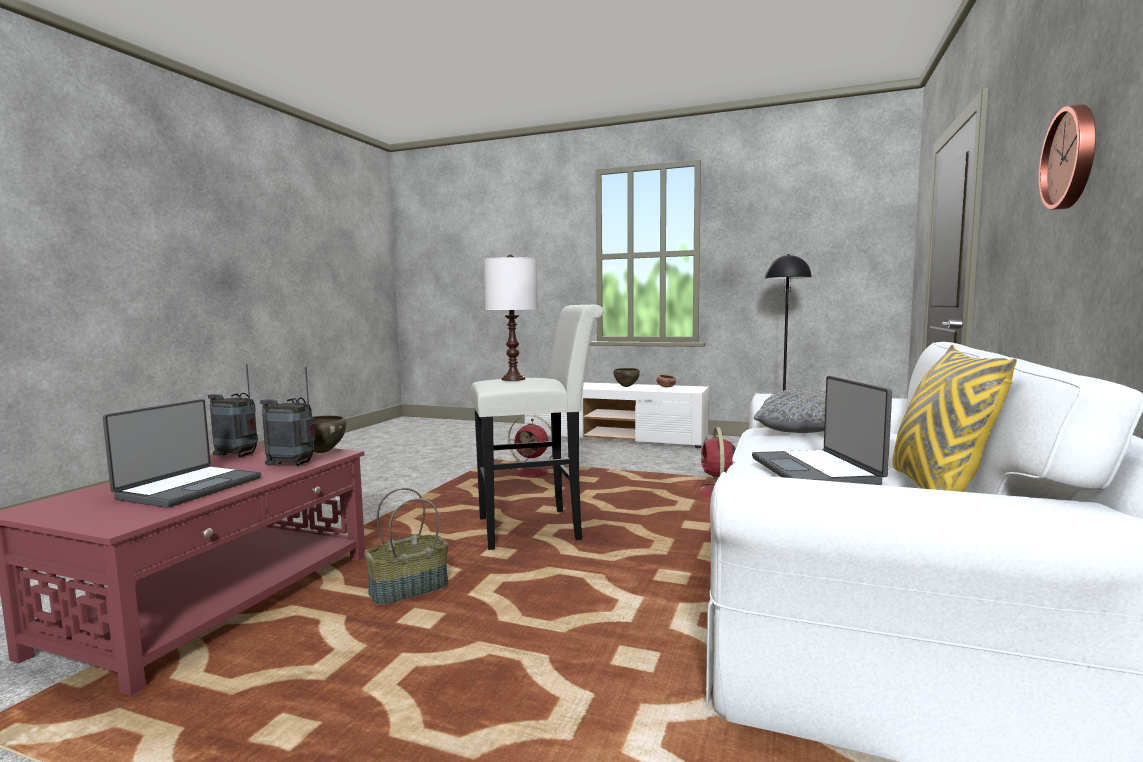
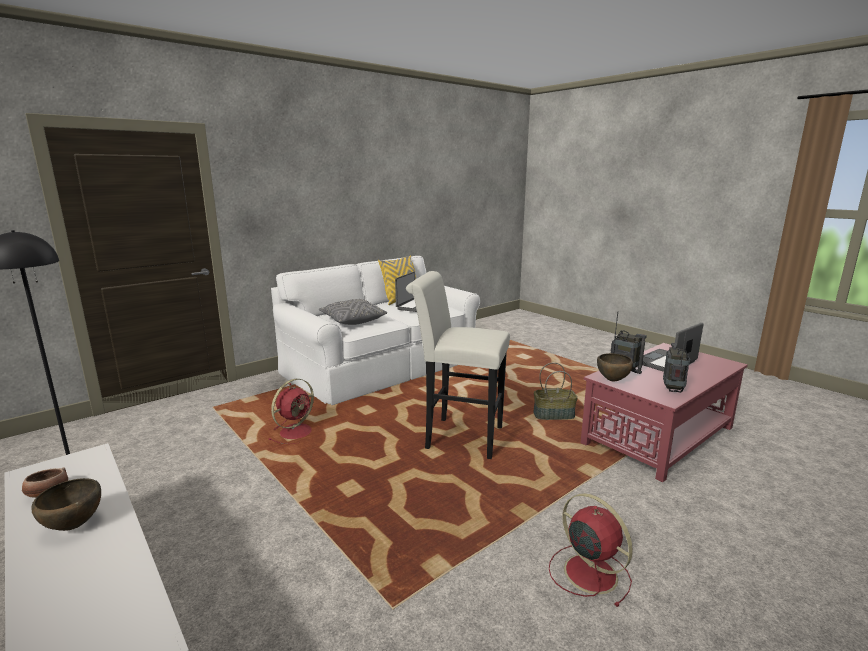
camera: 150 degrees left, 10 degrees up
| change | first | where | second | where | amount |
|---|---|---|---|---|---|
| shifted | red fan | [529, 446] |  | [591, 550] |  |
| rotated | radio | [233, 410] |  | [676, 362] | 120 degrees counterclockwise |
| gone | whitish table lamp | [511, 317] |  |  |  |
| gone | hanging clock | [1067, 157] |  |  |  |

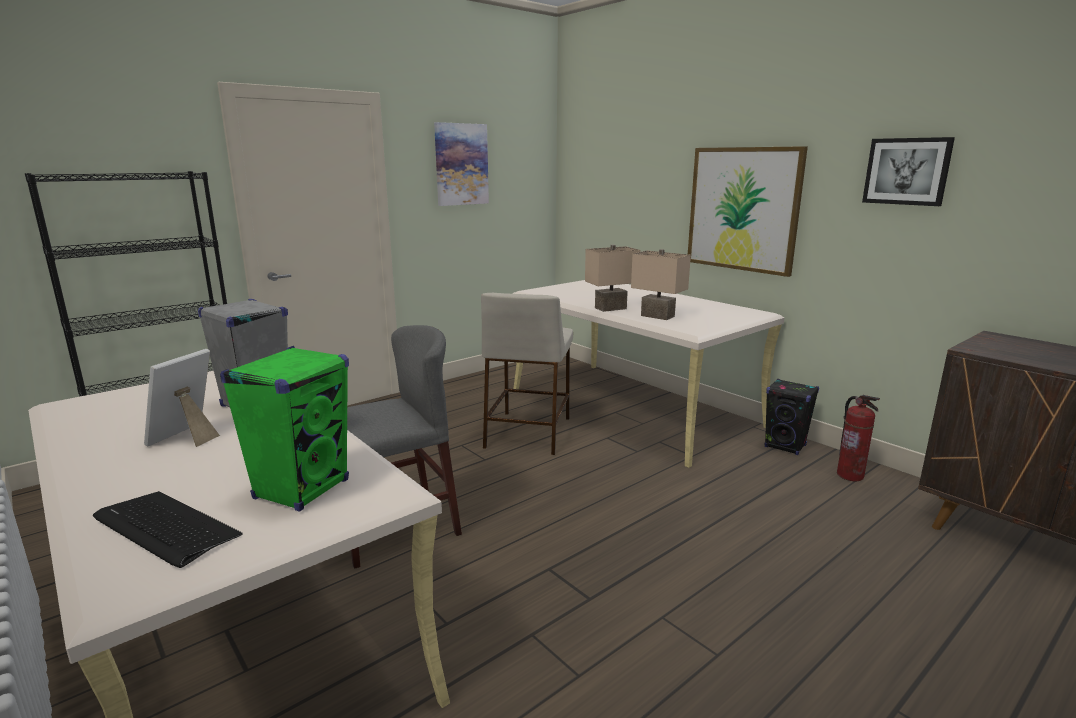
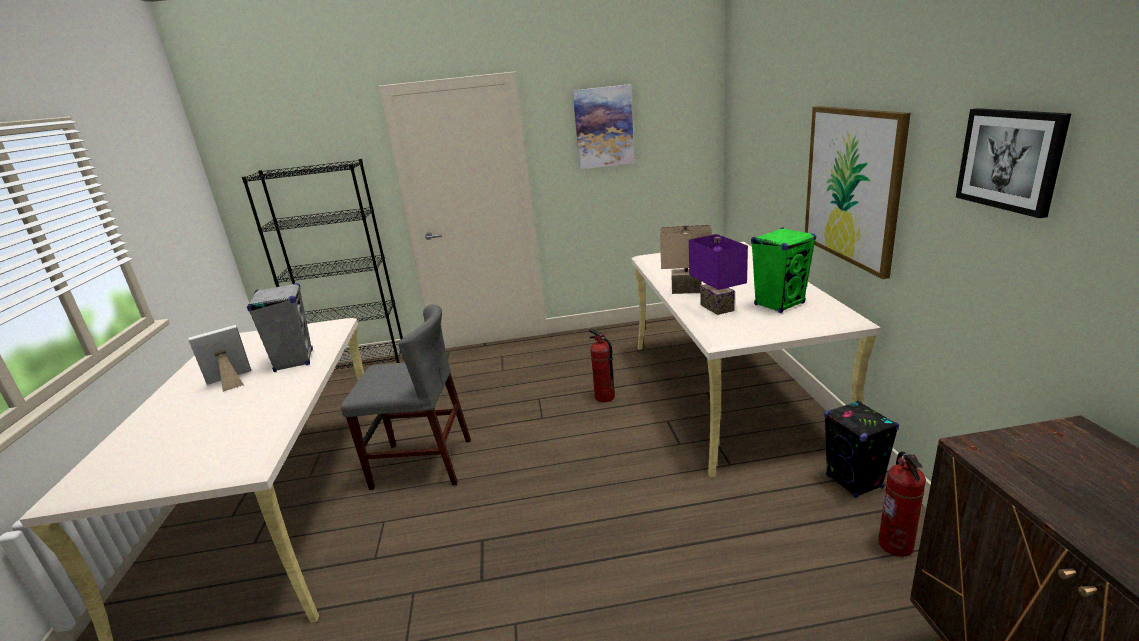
camera: 35 degrees right, 5 degrees up
| change | first | where | second | where | amount |
|---|---|---|---|---|---|
| swapped | beige-coloured sitting stool | [527, 374] | fire extinguisher | [602, 365] |  |
| repainted | beige-coloured table lamp | [661, 284] | purple table lamp | [718, 274] |  |
| shifted | green-coloured audio speaker | [284, 429] |  | [783, 270] |  |
| gone | PC keyboard | [168, 529] |  |  |  |

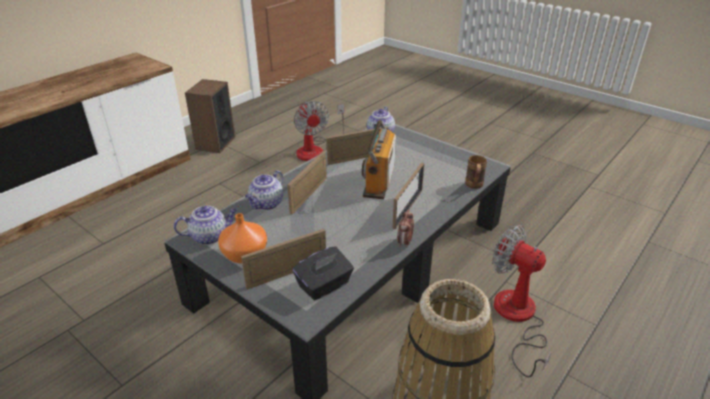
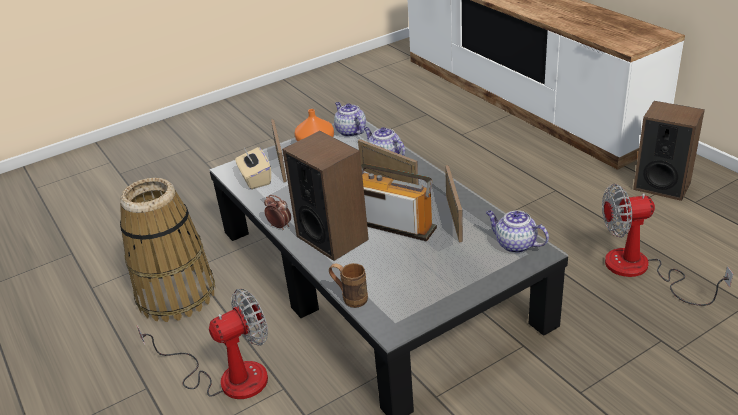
camera: 110 degrees right, 0 degrees up
| change | first | where | second | where | amount |
|---|---|---|---|---|---|
| repainted | black box of tissues | [323, 273] | beige-coloured box of tissues | [253, 168] |  |
| swapped | photo frame | [408, 196] | audio speaker | [325, 196] |  |
| rotated | pot for tea | [205, 225] |  | [350, 119] | 150 degrees clockwise |

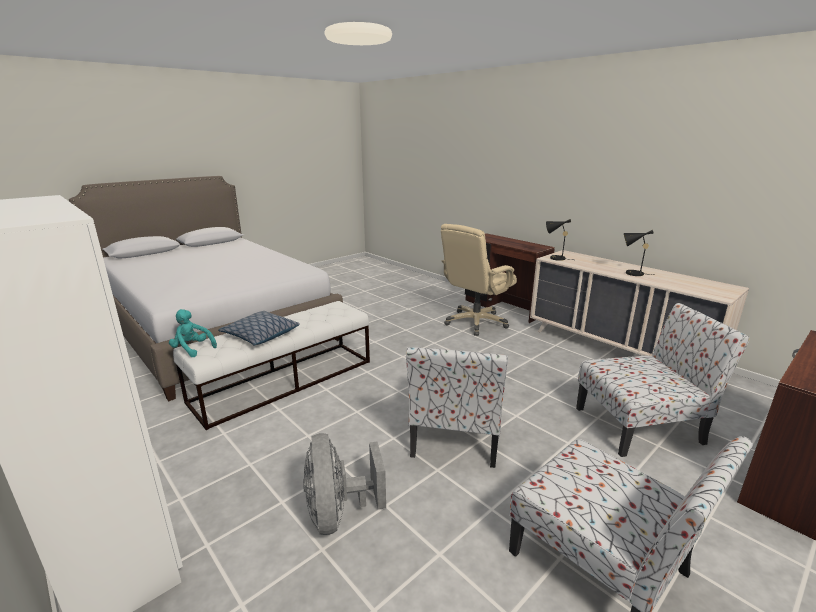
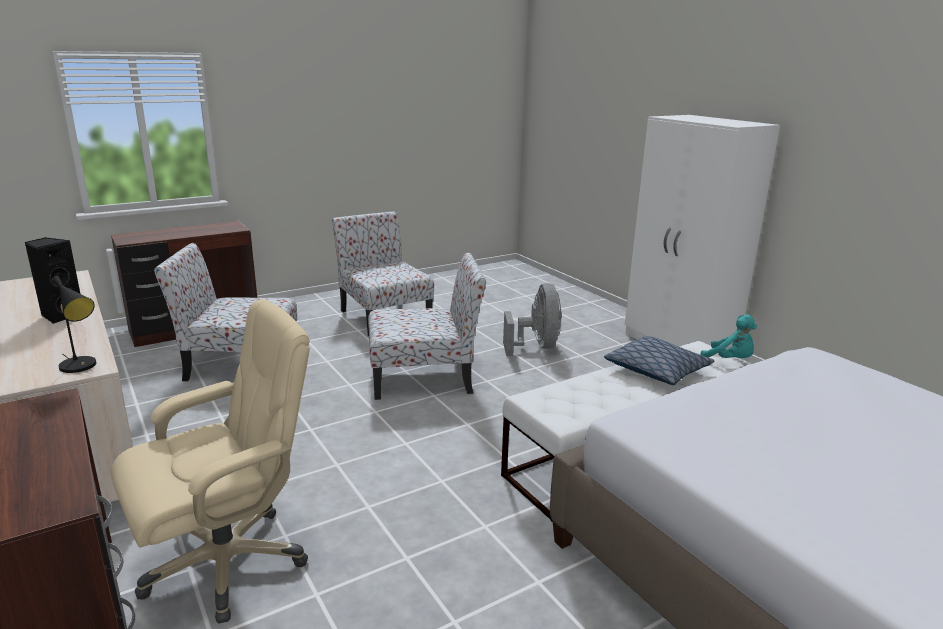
camera: 170 degrees left, 0 degrees up
| change | first | where | second | where | amount |
|---|---|---|---|---|---|
| swapped | black table lamp | [638, 253] | black audio speaker | [52, 280] |  |
| rotated | upright chair | [457, 407] |  | [427, 326] | 60 degrees clockwise |

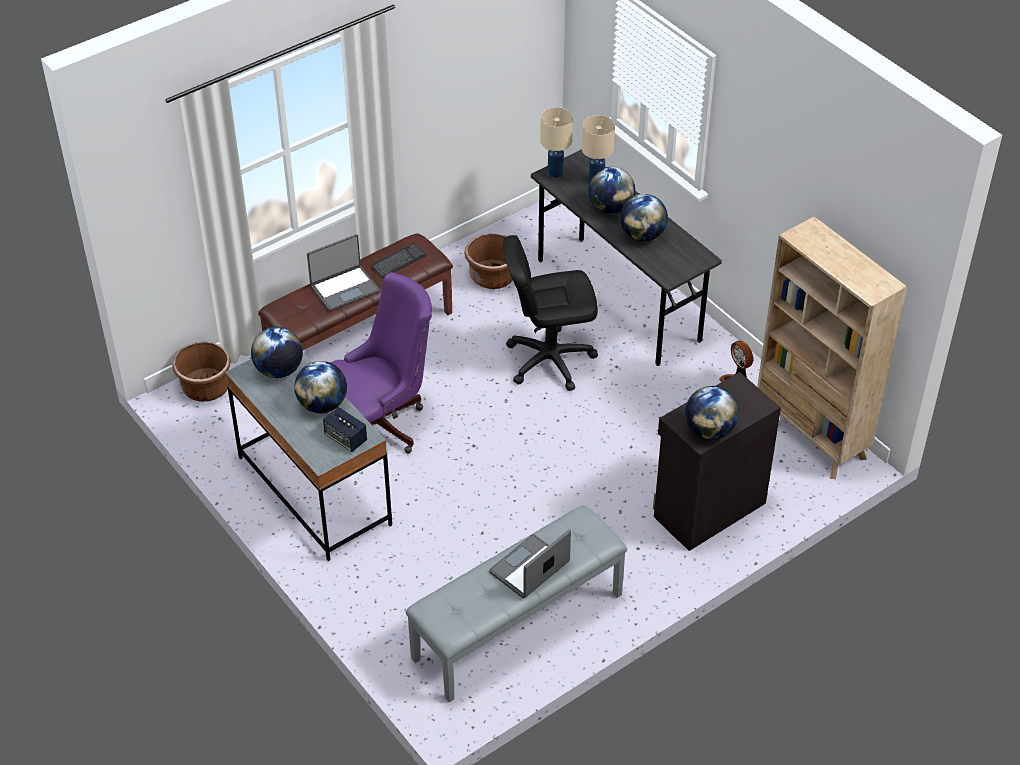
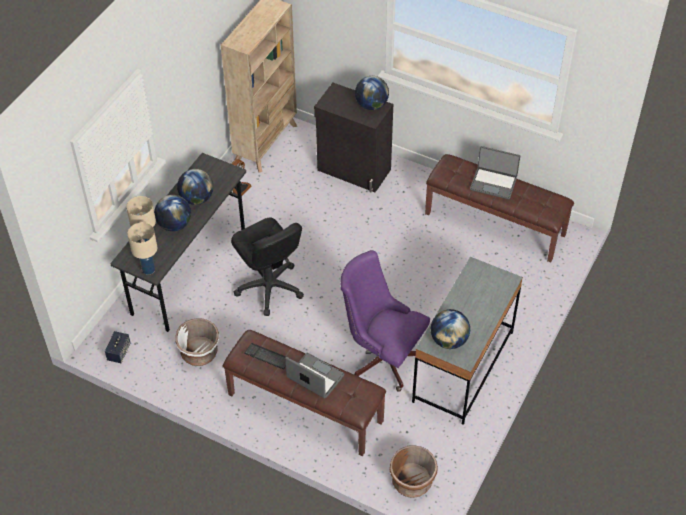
camera: 115 degrees left, 5 degrees up
| change | first | where | second | where | amount |
|---|---|---|---|---|---|
| shifted | audio speaker | [345, 429] |  | [118, 347] |  |
| repainted | brown-coloured planter | [488, 261] | whitish planter | [197, 342] |  |
| repainted | grey long seat | [516, 603] | brown-coloured long seat | [499, 208] |  |
| gone | world globe | [320, 387] |  |  |  |

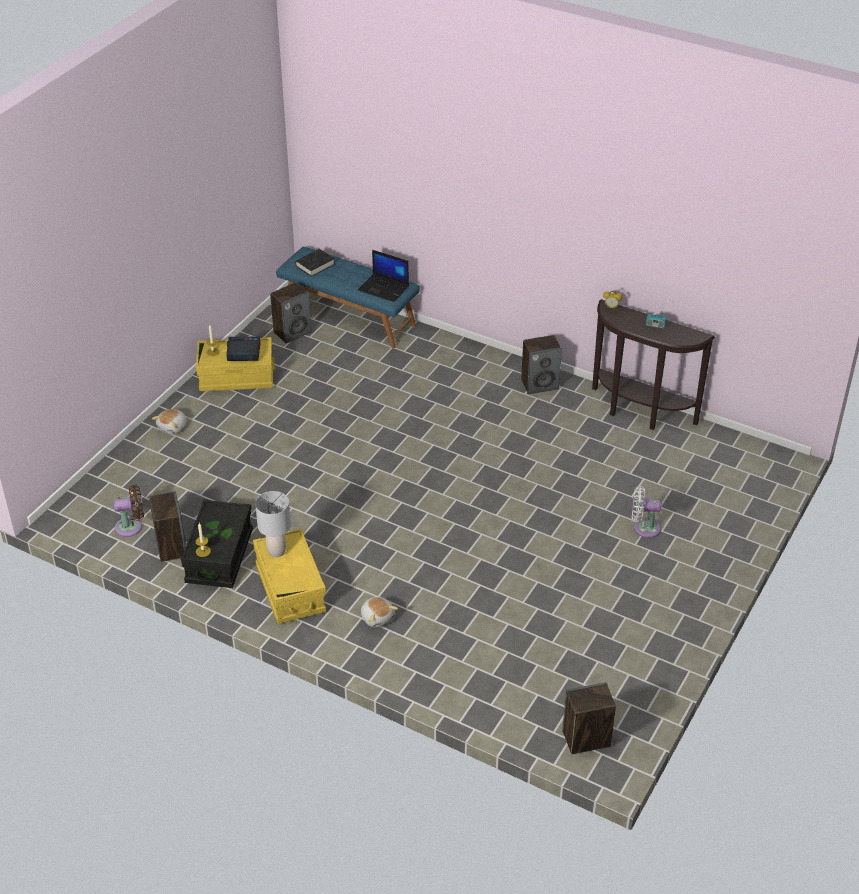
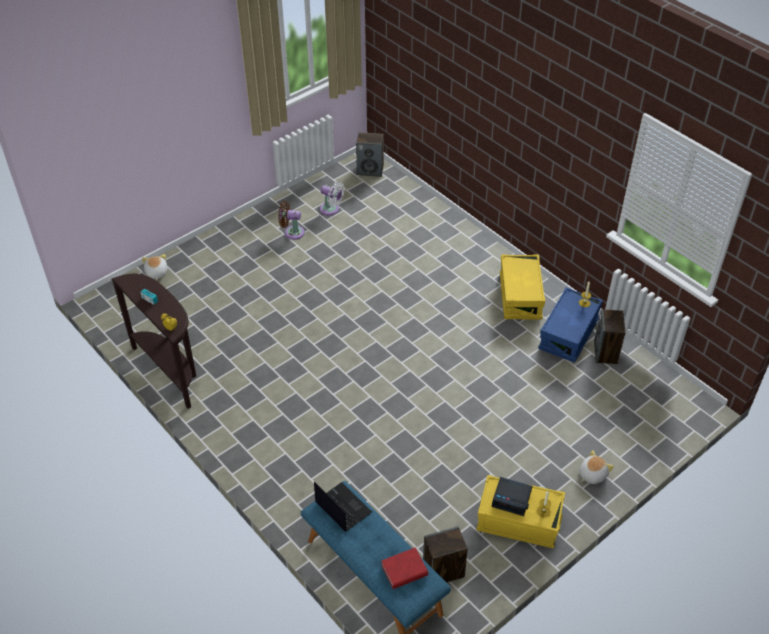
camera: 160 degrees left, 5 degrees up
| change | first | where | second | where | amount |
|---|---|---|---|---|---|
| shifted | soft toy | [379, 612] |  | [154, 267] |  |
| shifted | brown-coloured fan | [128, 510] |  | [291, 220] |  |
| shifted | whitish fan | [646, 512] |  | [332, 198] |  |
| repainted | black volume | [315, 263] | red volume | [404, 568] |  |
| repainted | black storage box | [217, 543] | blue storage box | [570, 325] |  |
| gone | grey table lamp | [273, 524] |  |  |  |
| gone | audio speaker | [541, 364] |  |  |  |

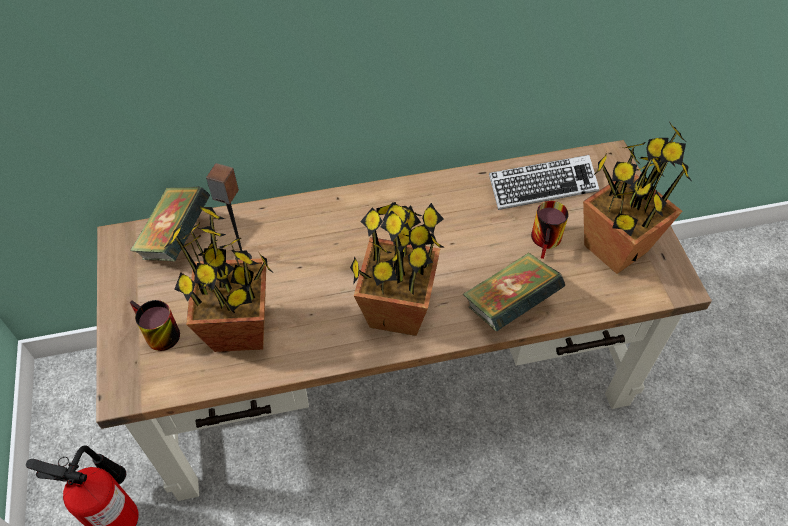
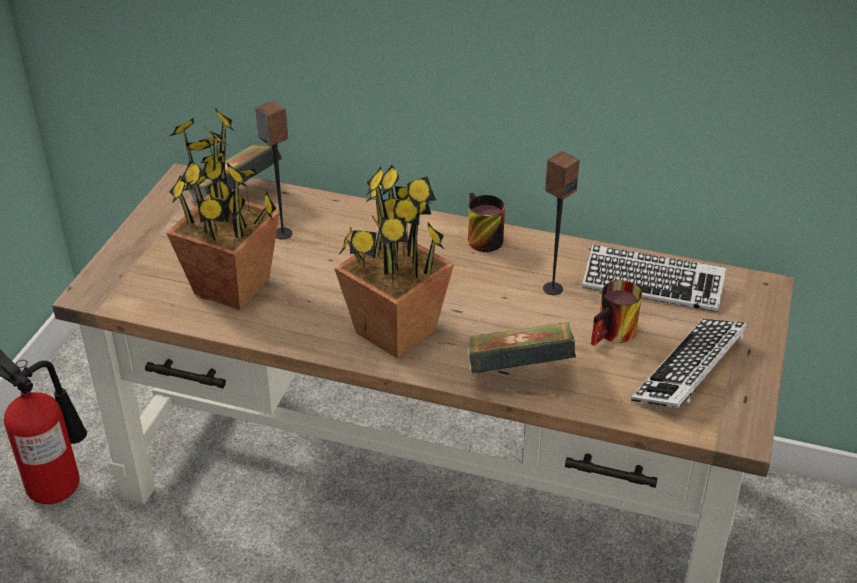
camera: 30 degrees right, 15 degrees down
| change | first | where | second | where | amount |
|---|---|---|---|---|---|
| shifted | mug | [155, 325] |  | [486, 222] |  |
| new |  |  | audio speaker | [561, 223] |  |
| swapped | potted plant | [637, 198] | PC keyboard | [689, 363] |  |

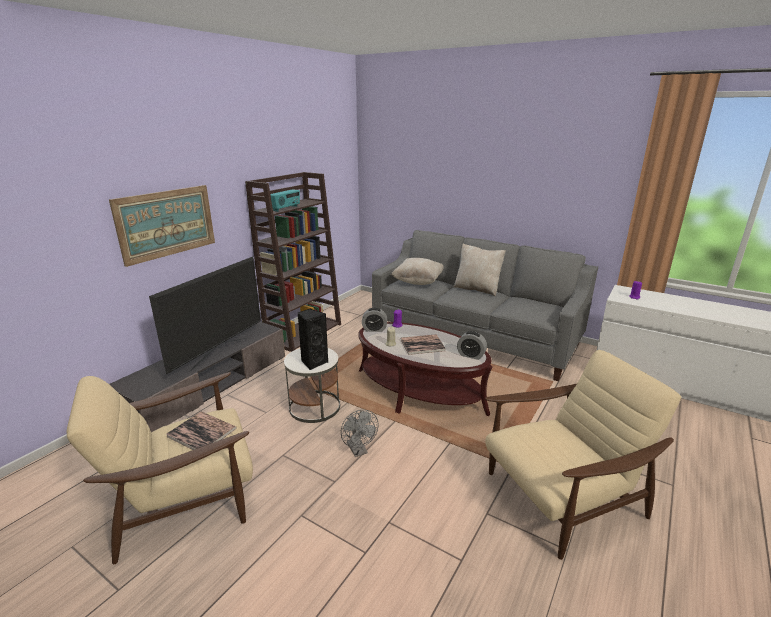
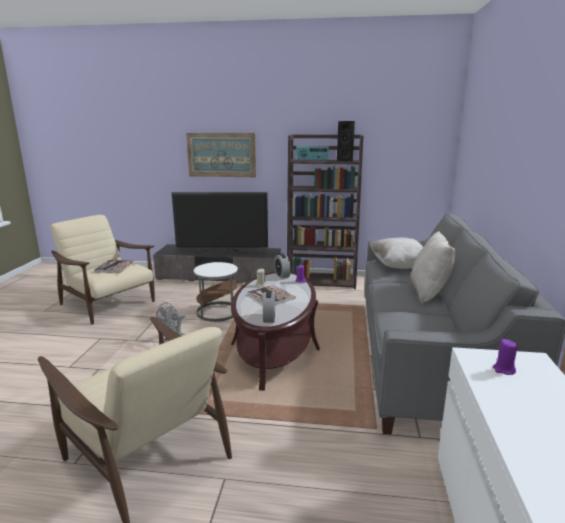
camera: 65 degrees right, 5 degrees down
| change | first | where | second | where | amount |
|---|---|---|---|---|---|
| shifted | black audio speaker | [313, 339] |  | [346, 141] |  |

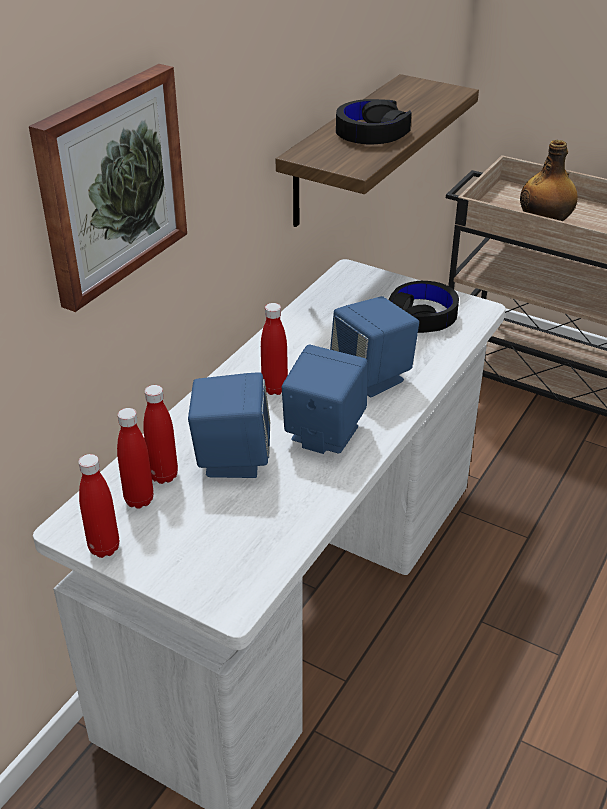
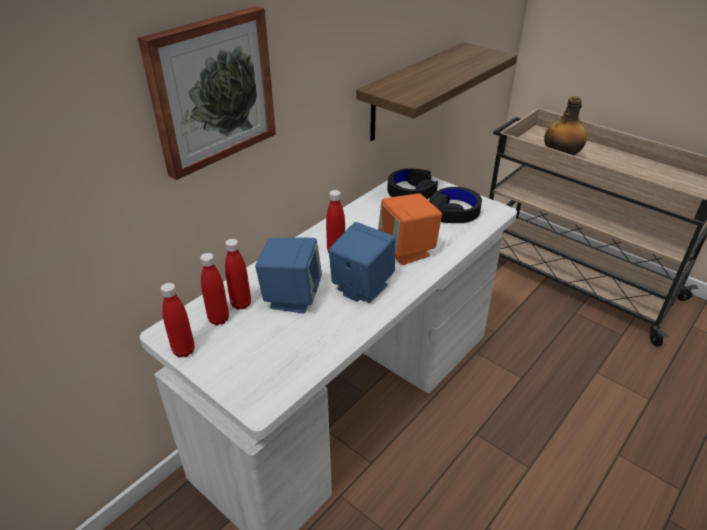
camera: 10 degrees right, 0 degrees up
| change | first | where | second | where | amount |
|---|---|---|---|---|---|
| repainted | blue audio speaker | [374, 346] | orangey audio speaker | [410, 229] |  |
| shifted | black pair of headphones | [374, 121] |  | [412, 183] |  |

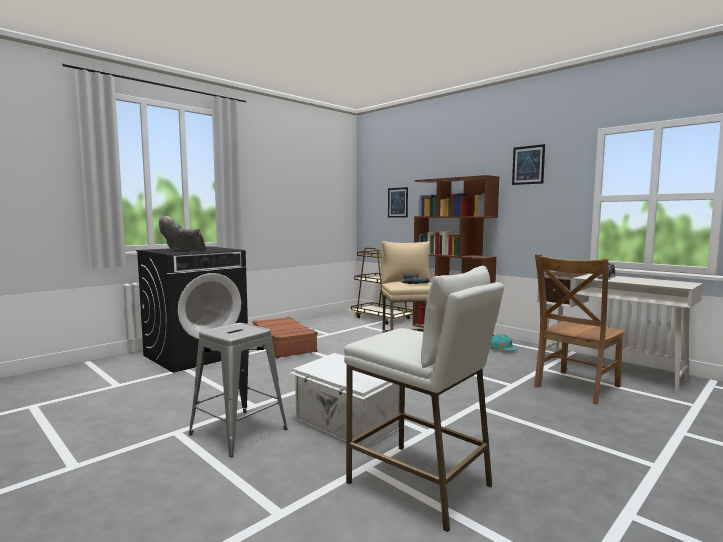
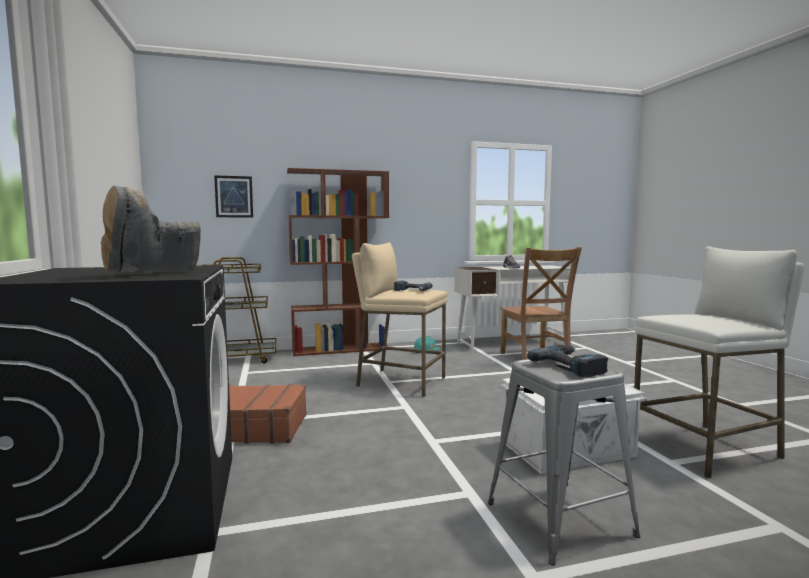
camera: 60 degrees left, 0 degrees up
| change | first | where | second | where | amount |
|---|---|---|---|---|---|
| new |  |  | drill | [568, 361] |  |
| gone | wall art | [528, 164] |  |  |  |

